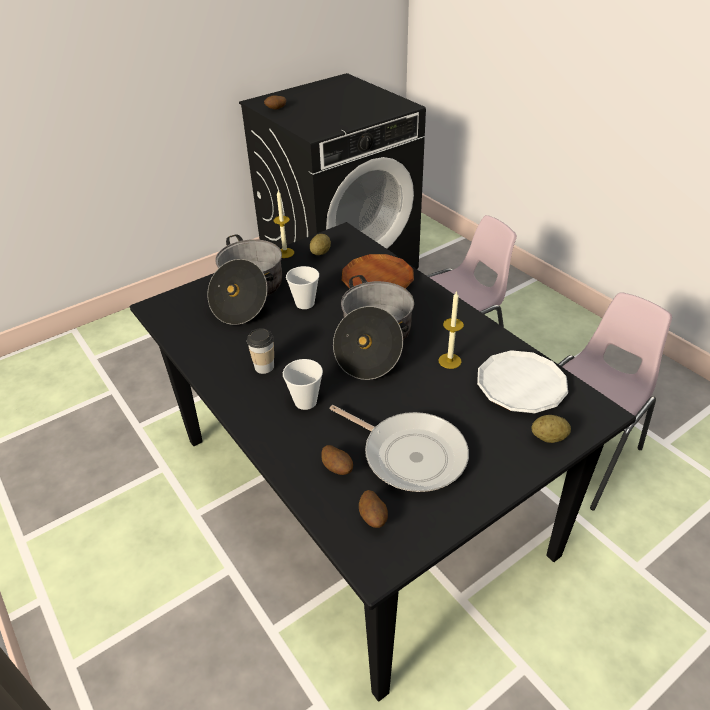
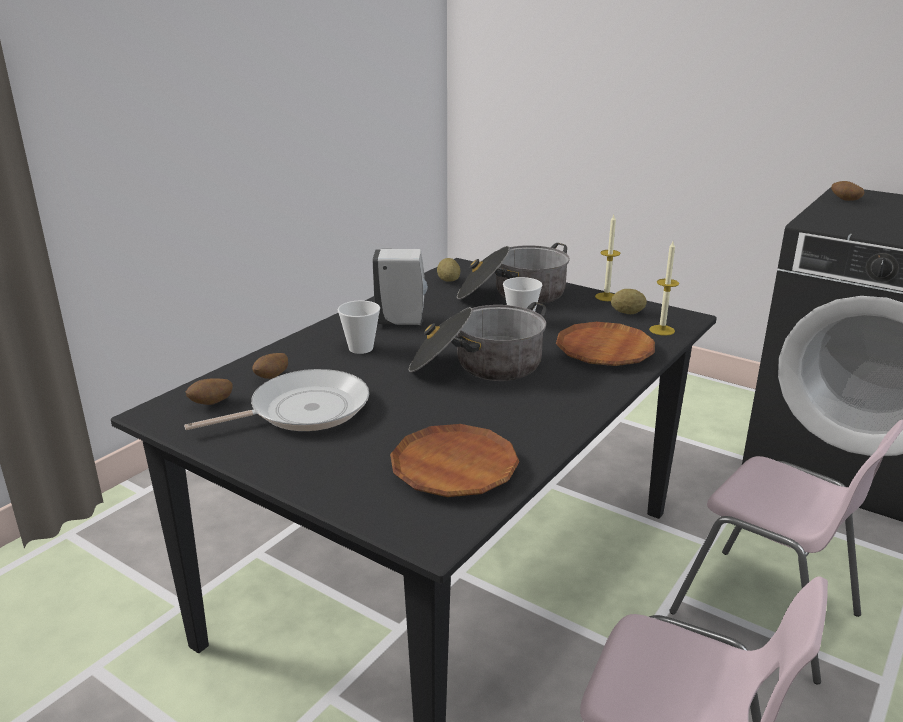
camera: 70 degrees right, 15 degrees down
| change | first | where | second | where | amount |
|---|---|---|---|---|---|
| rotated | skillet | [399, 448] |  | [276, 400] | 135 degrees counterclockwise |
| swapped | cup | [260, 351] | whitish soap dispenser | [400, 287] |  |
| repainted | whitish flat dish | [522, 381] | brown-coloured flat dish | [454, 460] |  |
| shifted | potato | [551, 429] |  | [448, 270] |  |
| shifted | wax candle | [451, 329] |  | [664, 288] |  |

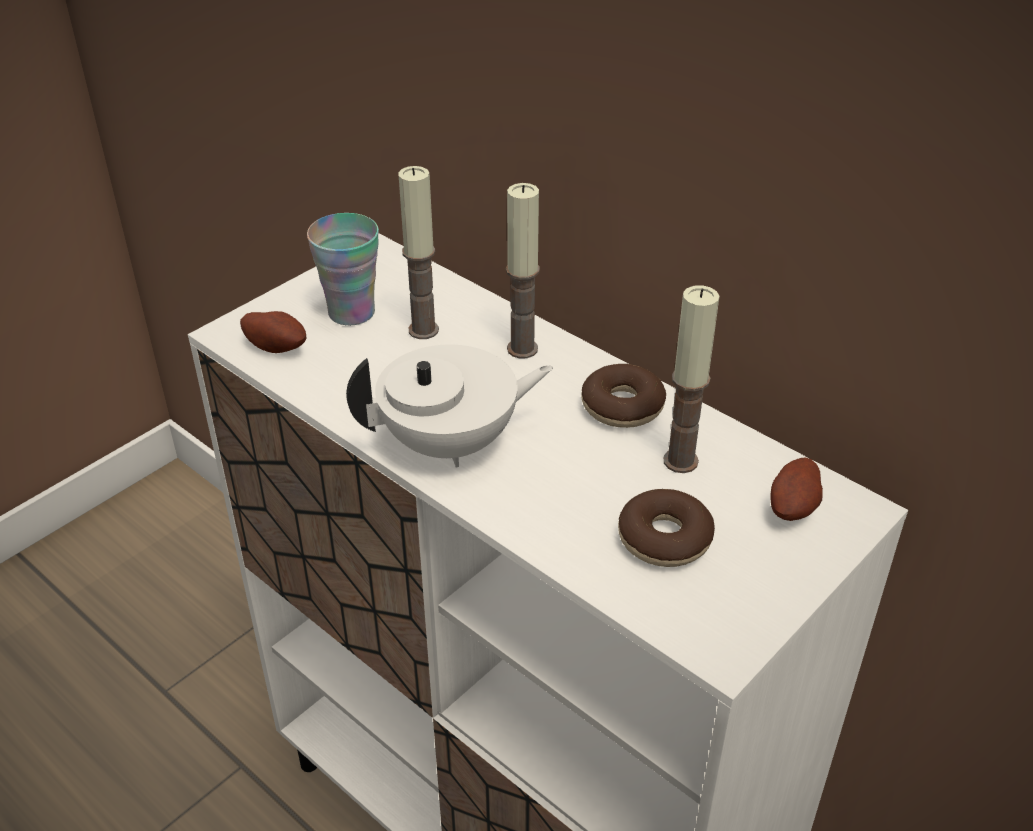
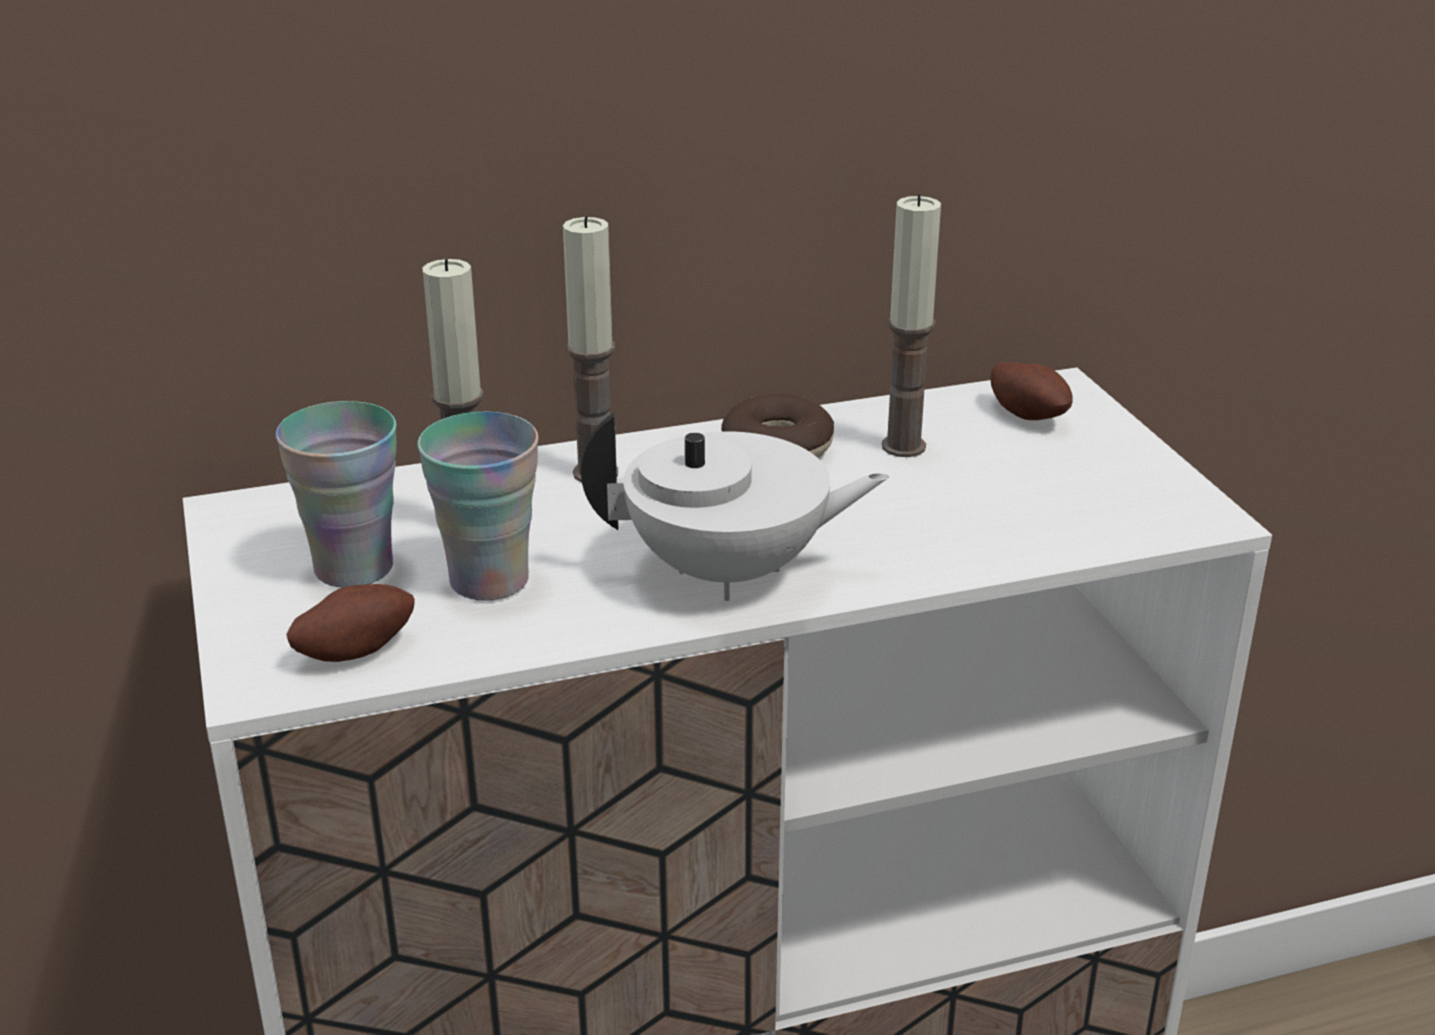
camera: 60 degrees left, 10 degrees down
| change | first | where | second | where | amount |
|---|---|---|---|---|---|
| new |  |  | cup | [478, 506] |  |
| rotated | whitish pot for tea | [449, 405] |  | [735, 506] | 75 degrees clockwise |
| gone | doughnut | [666, 528] |  |  |  |

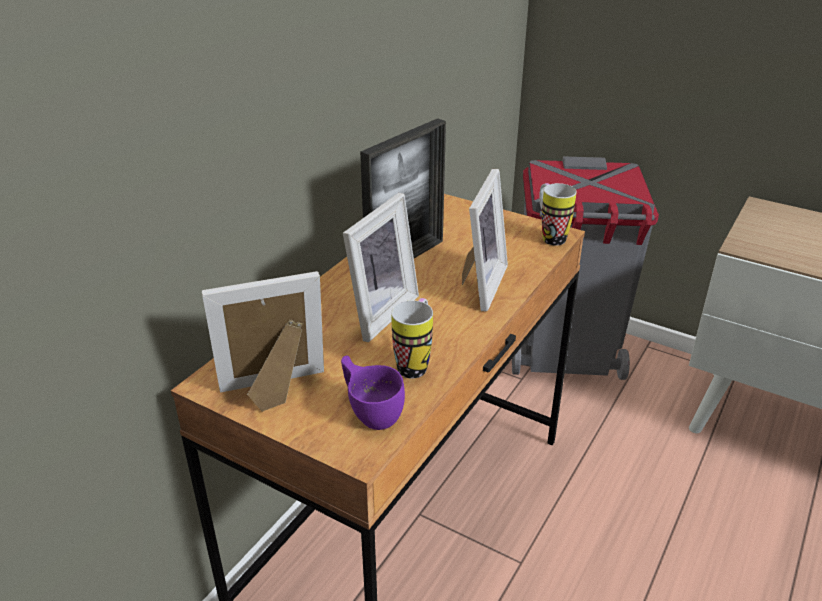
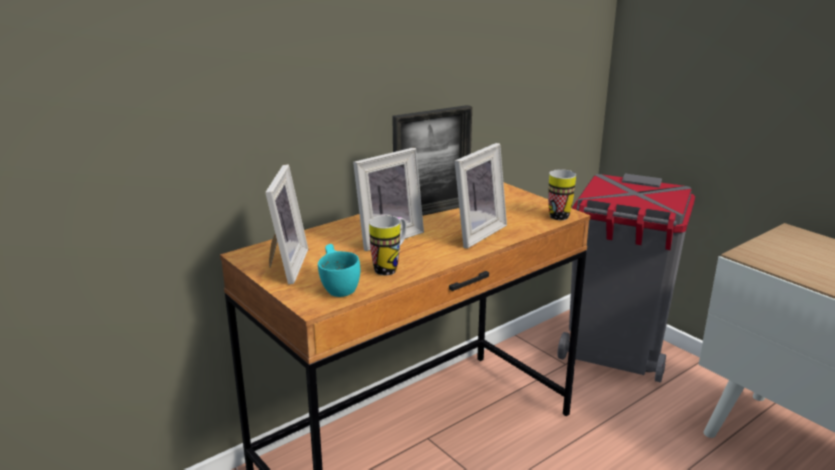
camera: 20 degrees right, 10 degrees down
| change | first | where | second | where | amount |
|---|---|---|---|---|---|
| rotated | photo frame | [263, 341] |  | [286, 224] | 90 degrees clockwise |
| repainted | purple cup | [373, 392] | blue-green cup | [339, 270] |  |

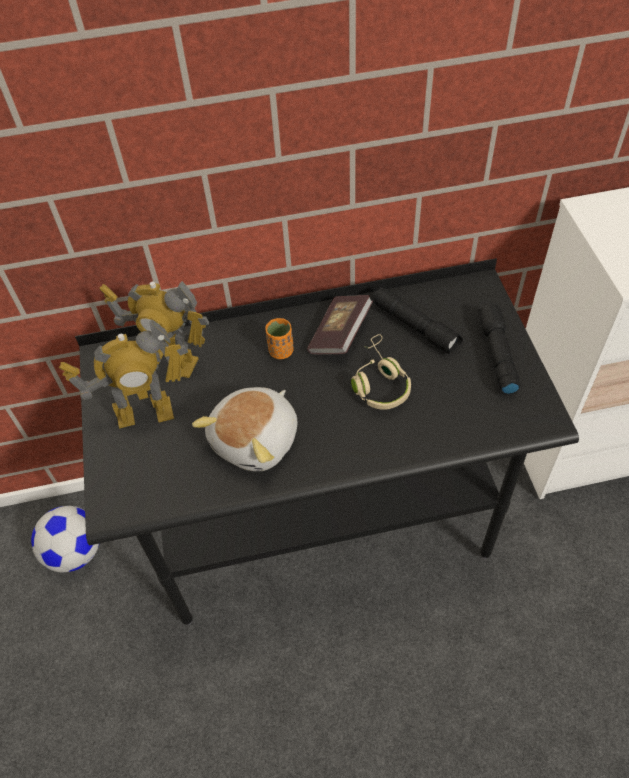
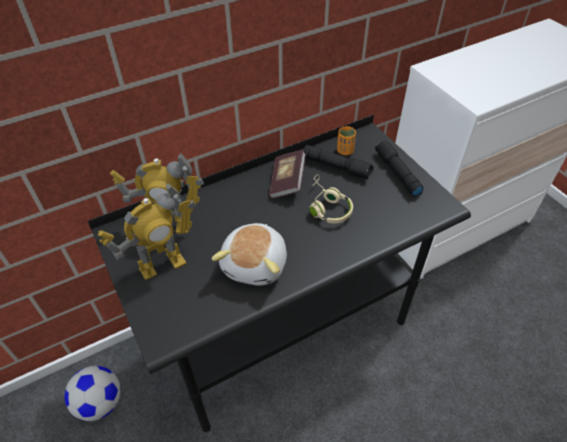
camera: 20 degrees left, 5 degrees down
| change | first | where | second | where | amount |
|---|---|---|---|---|---|
| shifted | orangey cup | [279, 338] |  | [346, 140] |  |

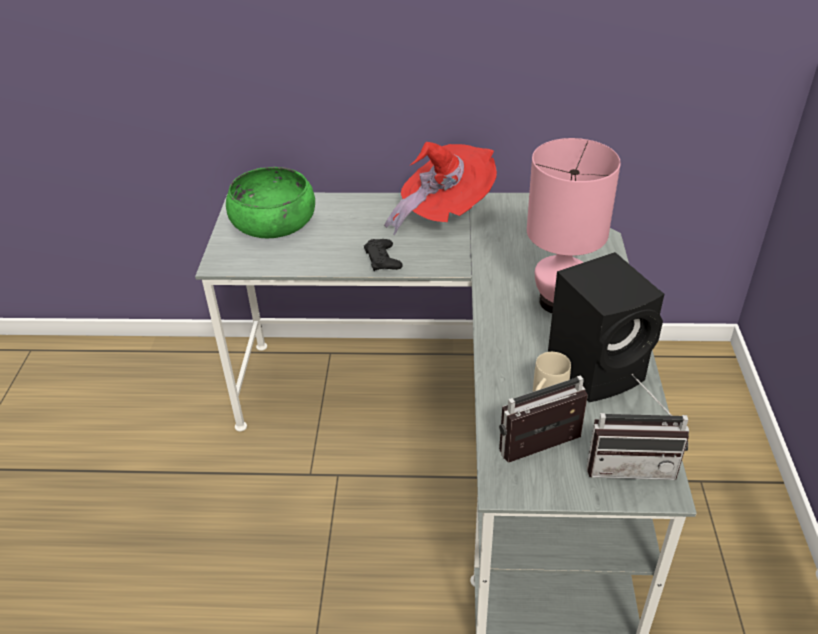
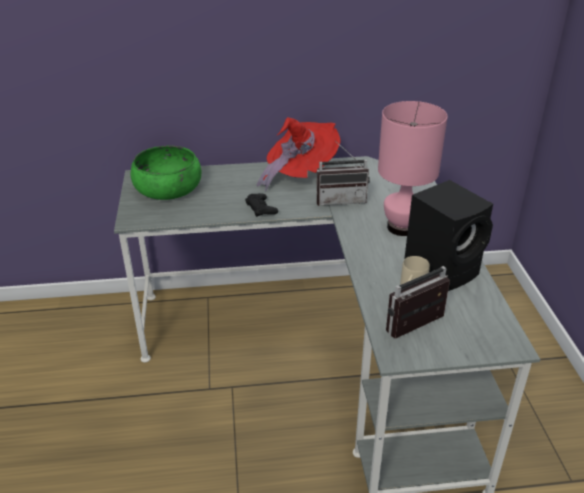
camera: 10 degrees left, 5 degrees down
| change | first | where | second | where | amount |
|---|---|---|---|---|---|
| shifted | radio | [637, 427] |  | [343, 173] |  |

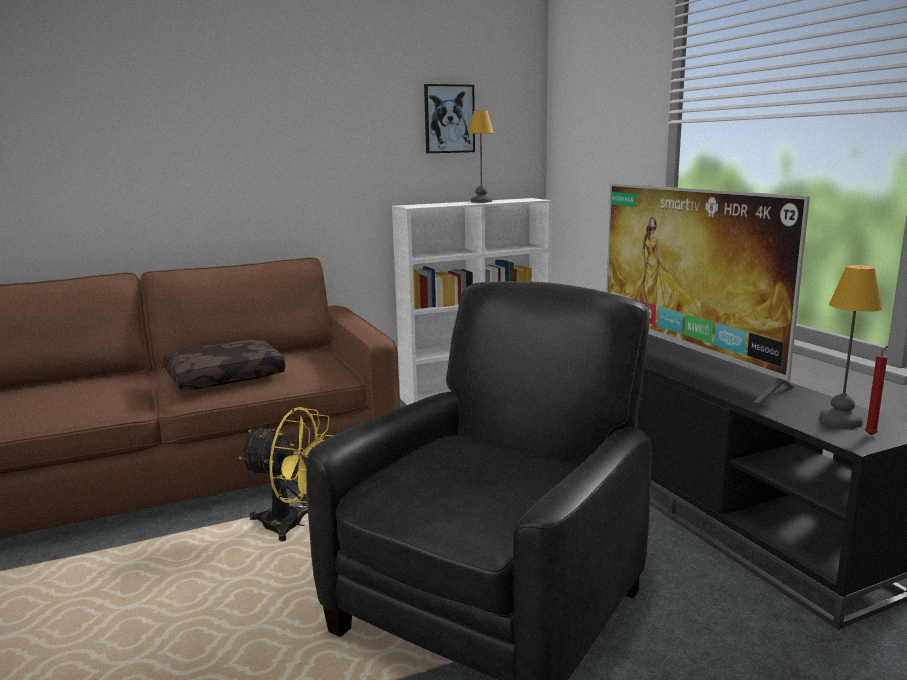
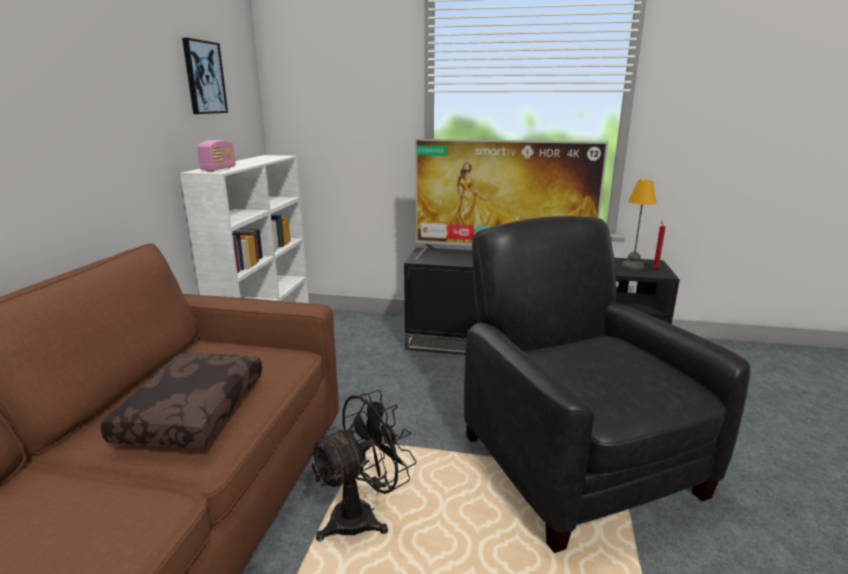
camera: 55 degrees left, 5 degrees up
| change | first | where | second | where | amount |
|---|---|---|---|---|---|
| new |  |  | radio | [216, 156] |  |
| repainted | yellow fan | [286, 474] | black fan | [362, 465] |  |
| gone | table lamp | [481, 156] |  |  |  |

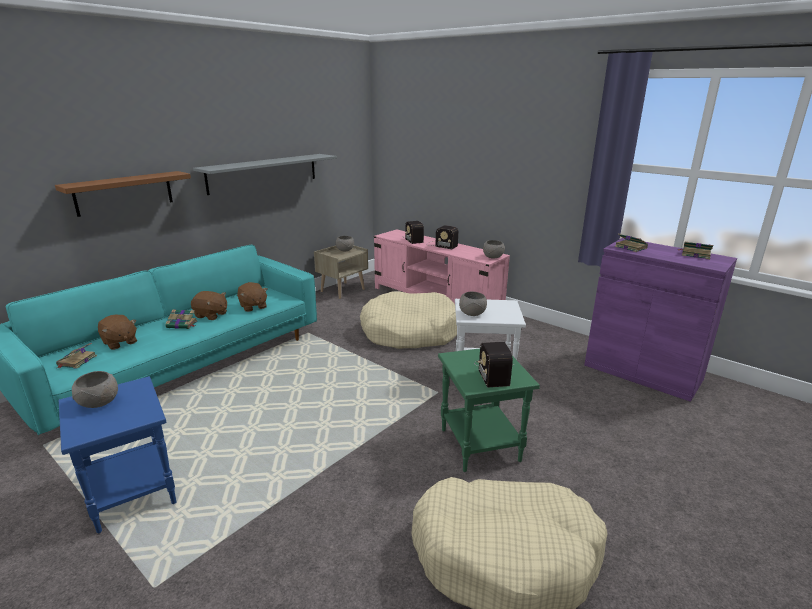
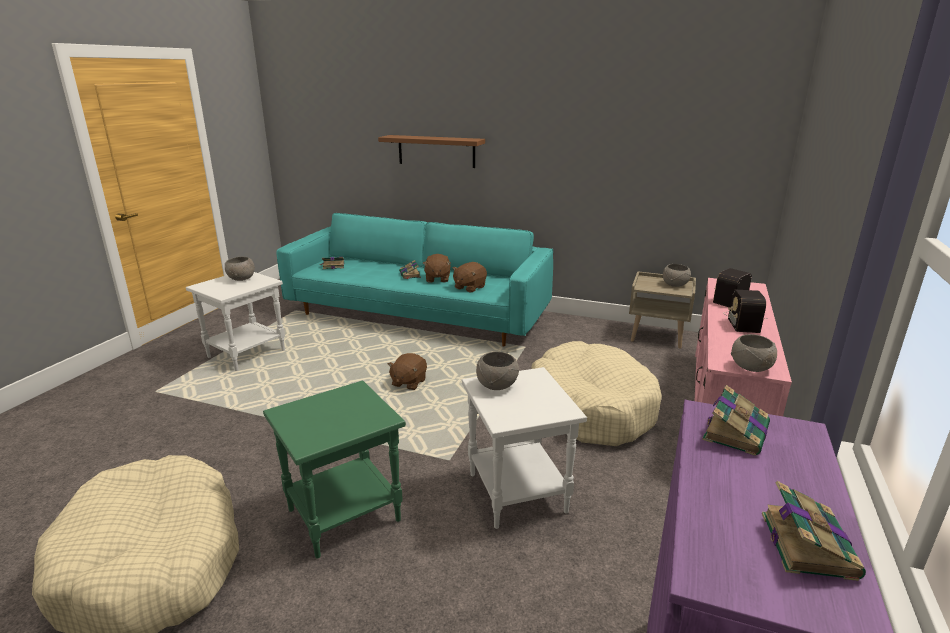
camera: 70 degrees right, 0 degrees up
| change | first | where | second | where | amount |
|---|---|---|---|---|---|
| repainted | blue side table | [117, 454] | whitish side table | [235, 321] |  |
| shifted | brown-coloured soft toy | [117, 332] |  | [407, 371] |  |
| gone | grey wall shelf | [265, 174] |  |  |  |
| gone | radio | [493, 365] |  |  |  |

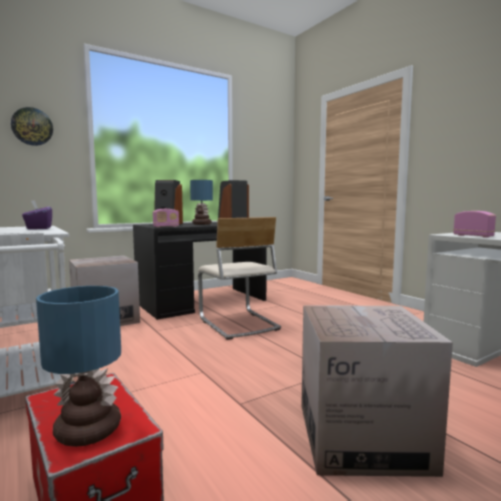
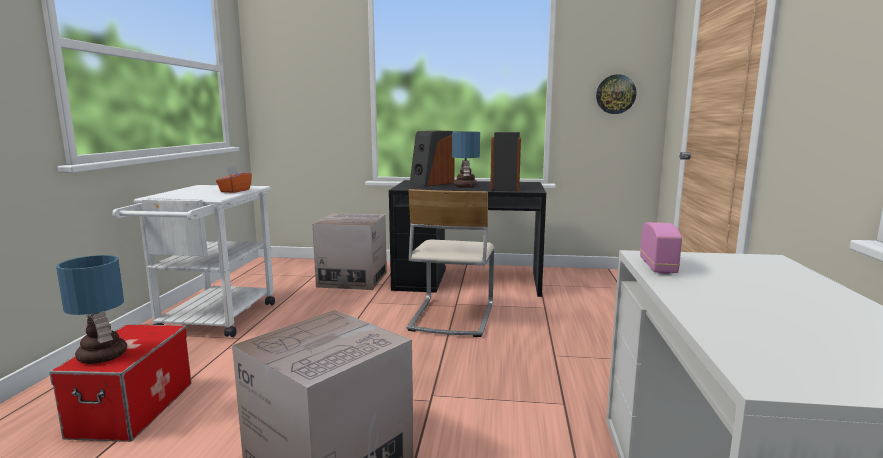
camera: 40 degrees right, 5 degrees up
| change | first | where | second | where | amount |
|---|---|---|---|---|---|
| repainted | purple box of tissues | [37, 214] | orangey box of tissues | [234, 179] |  |
| shifted | hanging clock | [32, 126] |  | [616, 94] |  |
| gone | radio | [166, 218] |  |  |  |

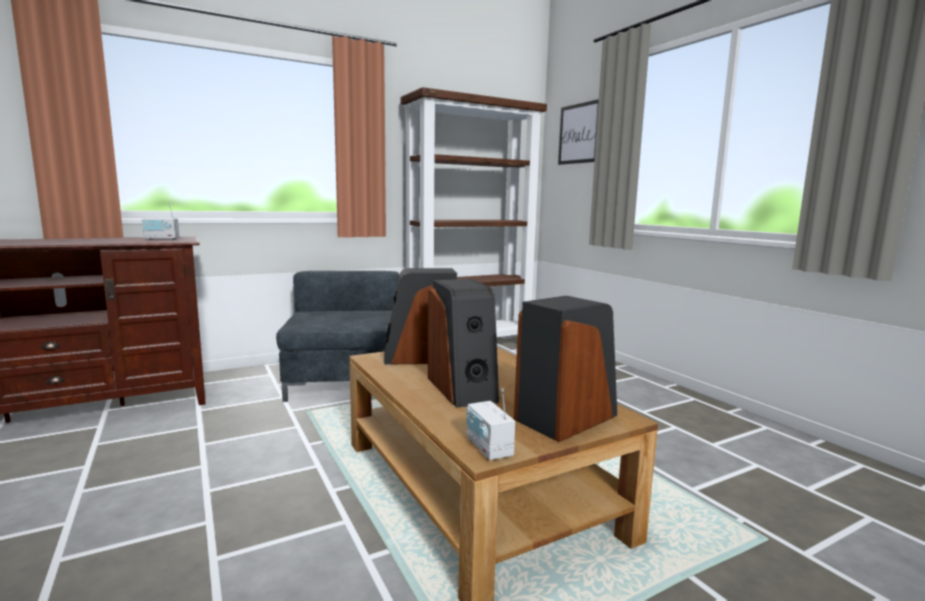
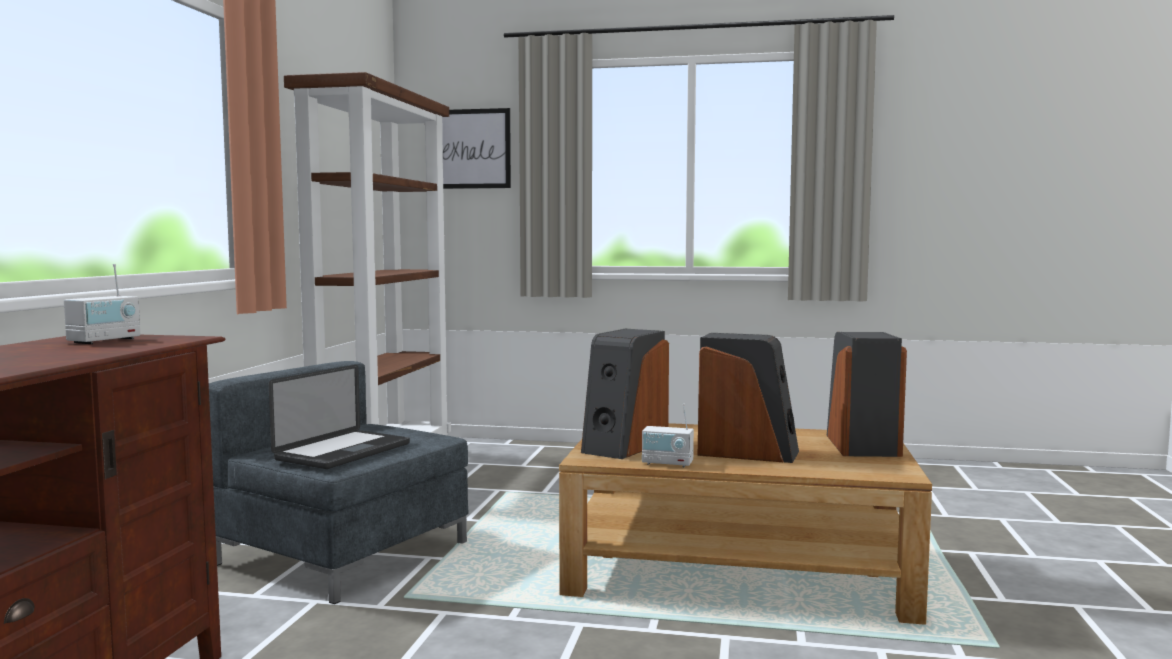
camera: 50 degrees left, 5 degrees down
| change | first | where | second | where | amount |
|---|---|---|---|---|---|
| new |  |  | laptop | [339, 417] |  |
| shifted | radio | [490, 424] |  | [668, 435] |  |

